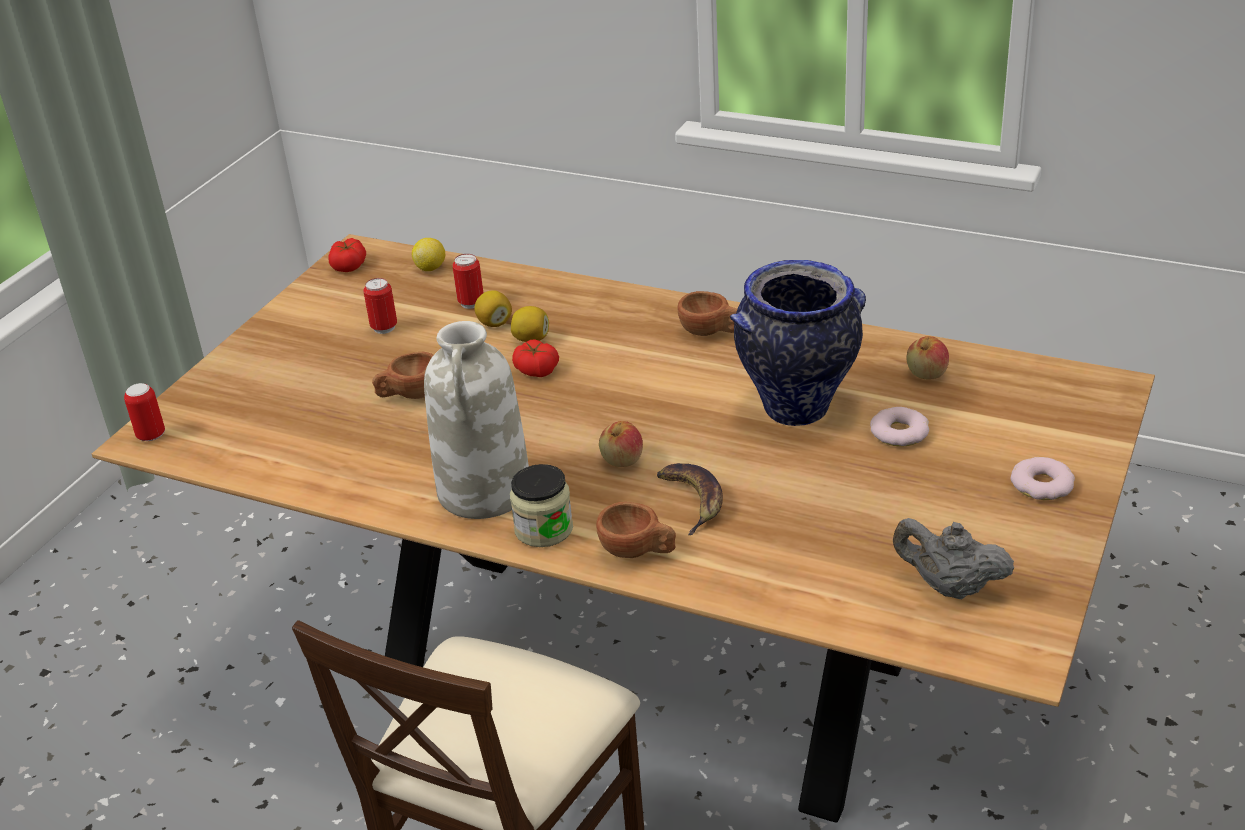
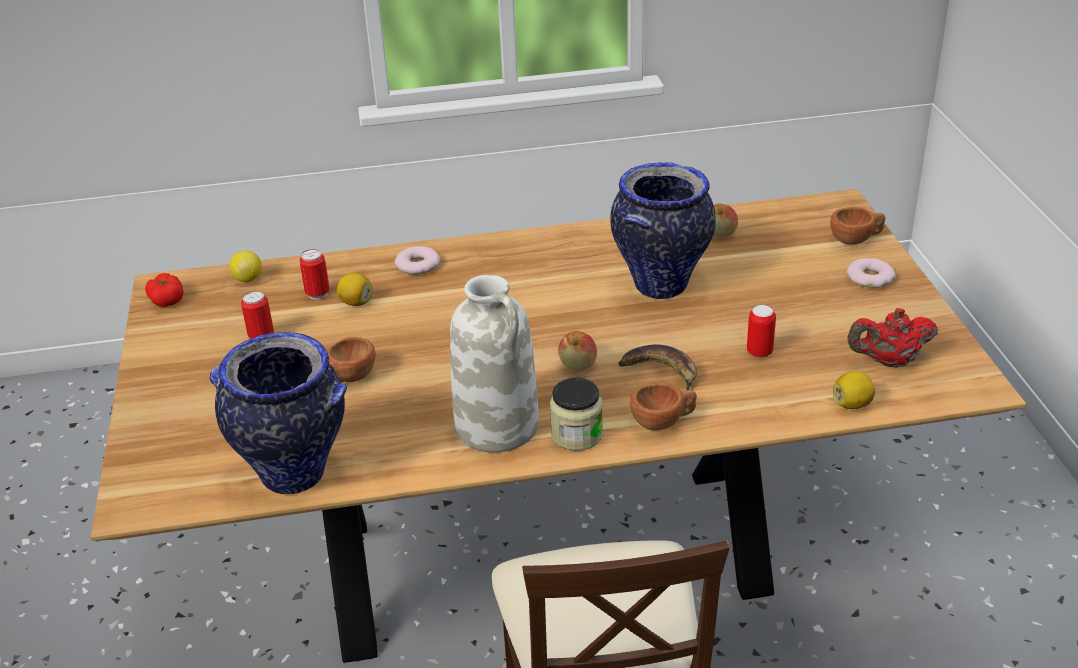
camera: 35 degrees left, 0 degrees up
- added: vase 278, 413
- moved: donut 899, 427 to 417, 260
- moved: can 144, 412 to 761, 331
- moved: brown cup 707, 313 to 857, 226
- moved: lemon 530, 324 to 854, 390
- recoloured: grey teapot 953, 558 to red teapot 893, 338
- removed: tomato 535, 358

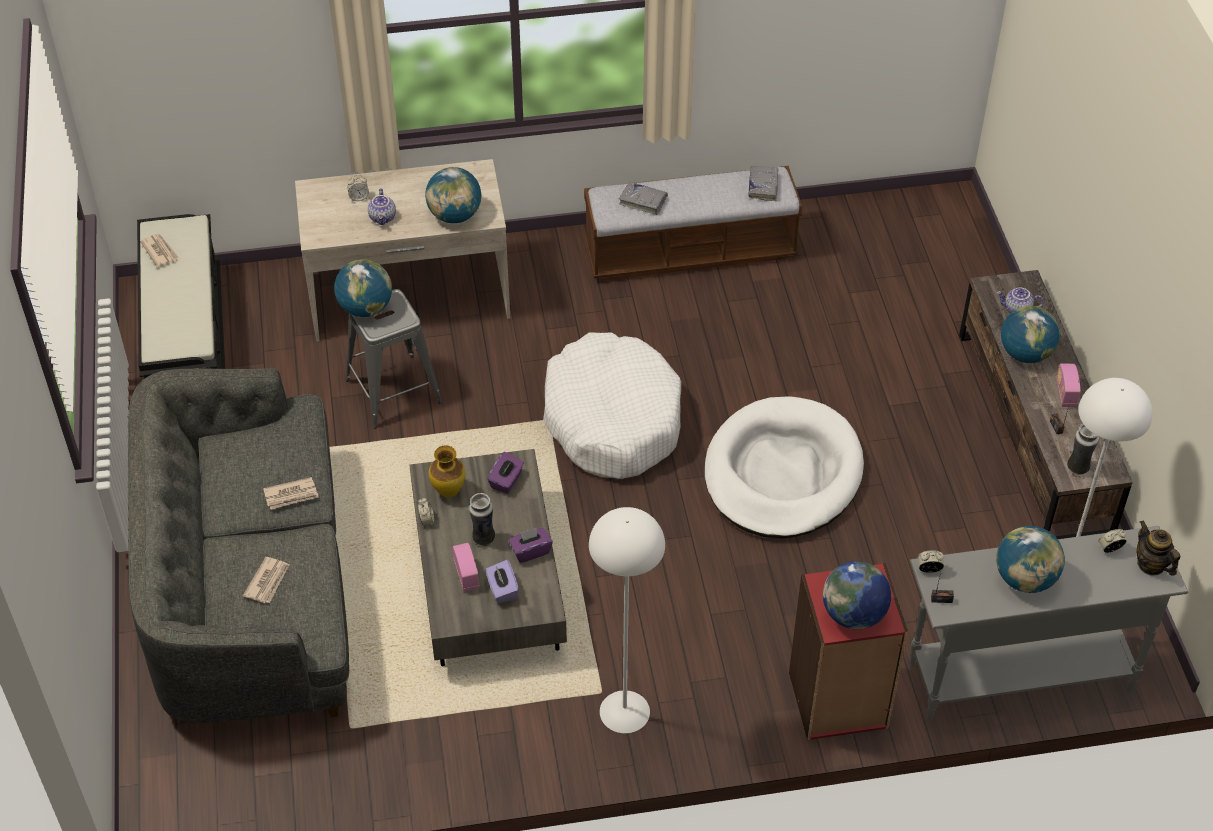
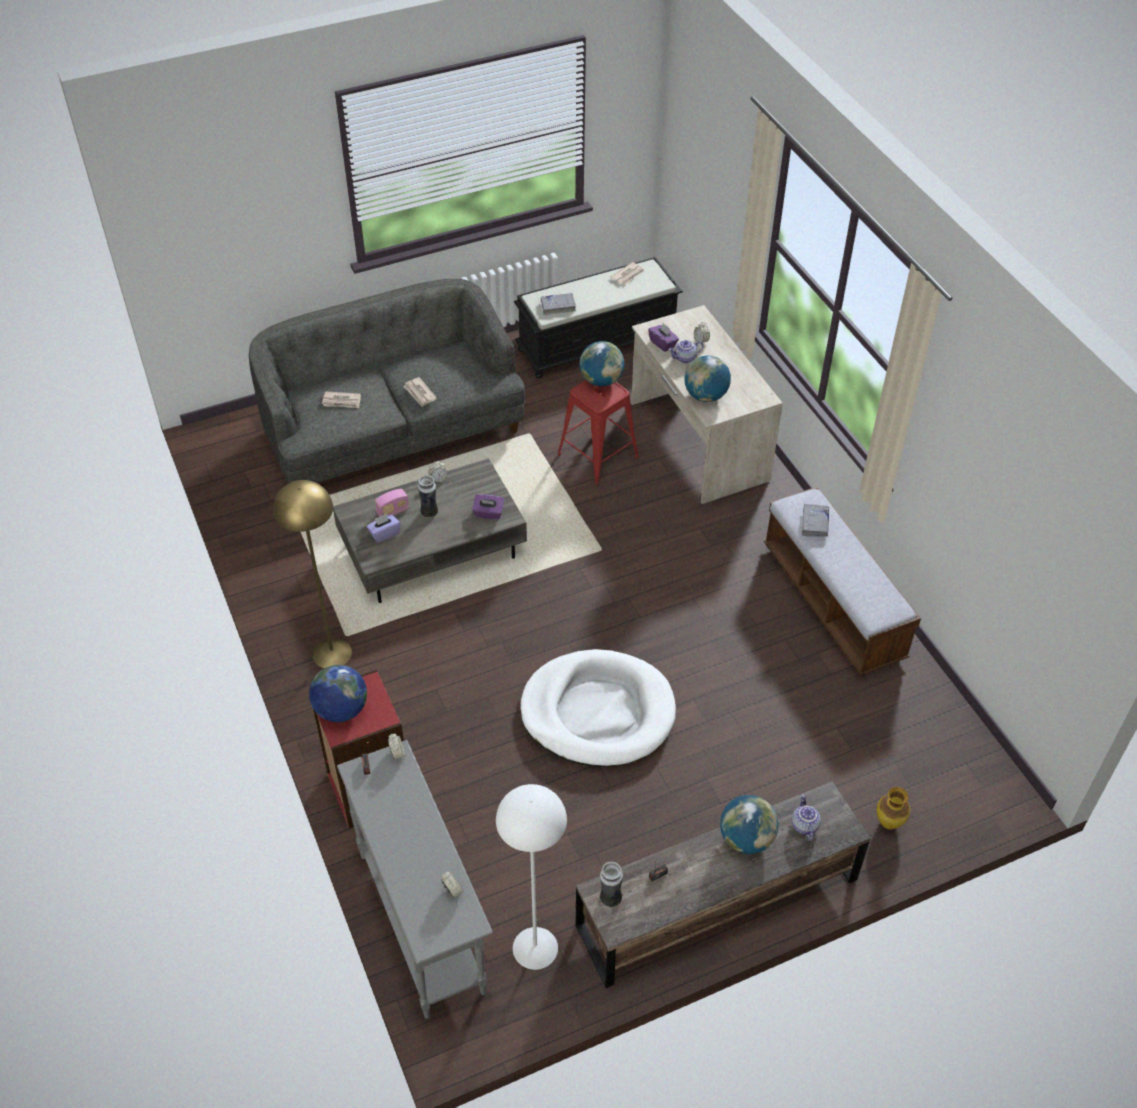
camera: 75 degrees right, 0 degrees up
- recoloured: white floor lamp 627, 620 to yellow floor lamp 312, 574
- moved: grey book 763, 183 to 558, 304
- recoloured: grey stool 394, 359 to red stool 598, 432
- moved: purple tissue box 530, 545 to 663, 337
- moved: vase 447, 471 to 893, 808
- removed: white dog bed 612, 405
- removed: globe 1030, 559
- removed: radio 1068, 385
- removed: teapot 1158, 548

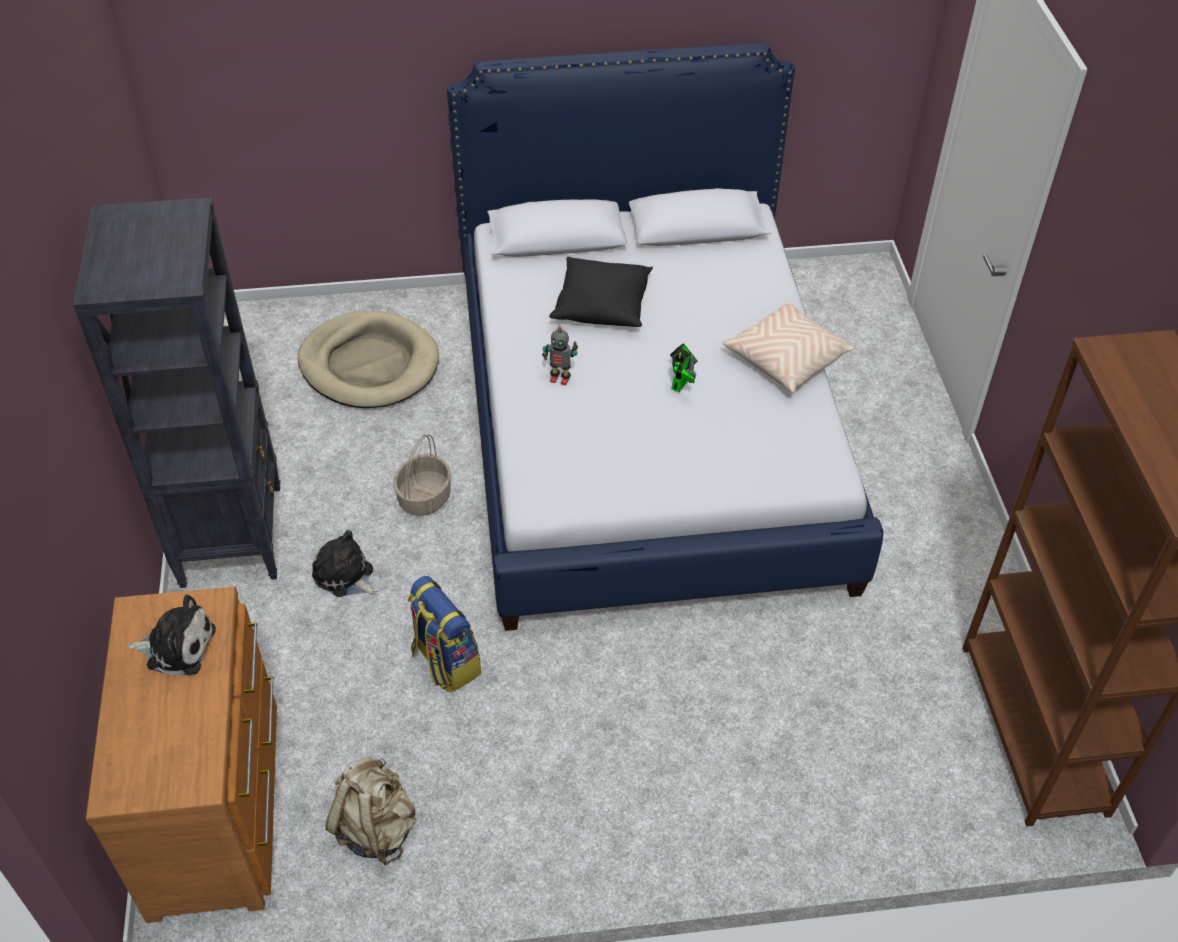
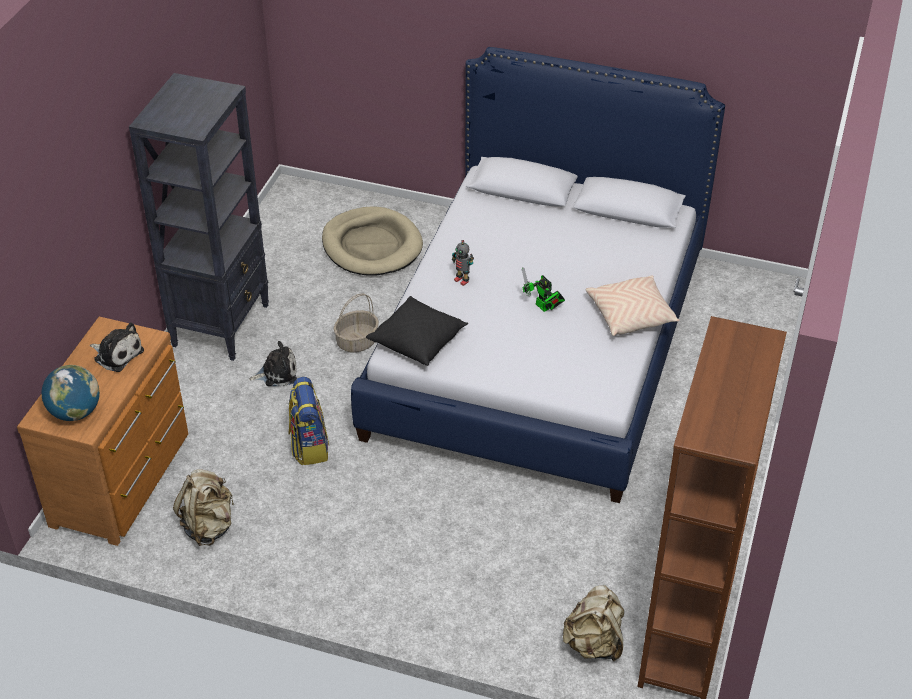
camera: 25 degrees right, 5 degrees down
- added: globe 70, 393
- turned: plush toy 345, 563 = 273, 363 105 degrees clockwise
- moved: black pillow 601, 292 to 417, 331
- turned: toy robot 683, 367 = 543, 289 90 degrees clockwise
- added: beige backpack 593, 623

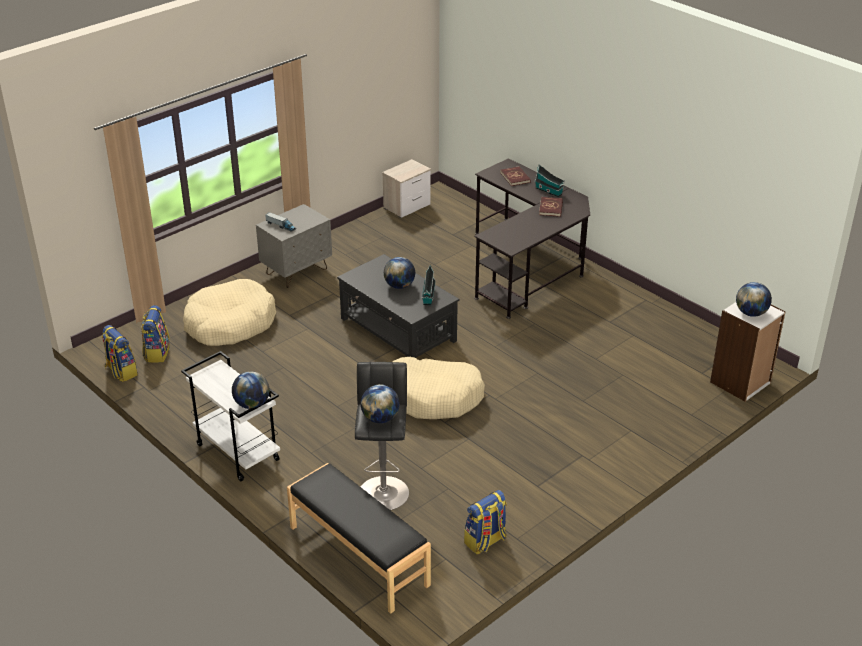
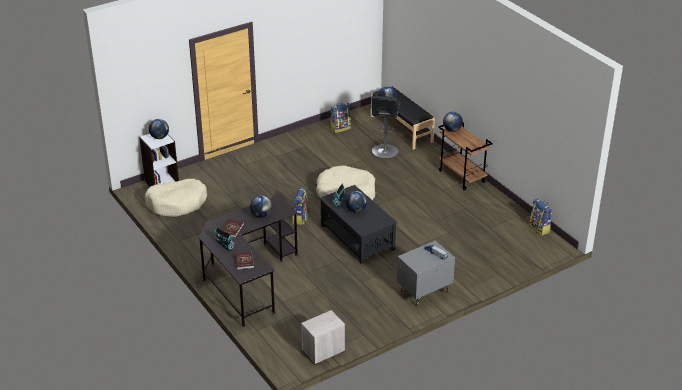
camera: 170 degrees left, 0 degrees up
- moved: beige dog bed 229, 312 to 176, 198
- added: globe 261, 206
- moved: backpack 155, 334 to 301, 206
- recoloured: white cart 230, 416 to brown cart 465, 156

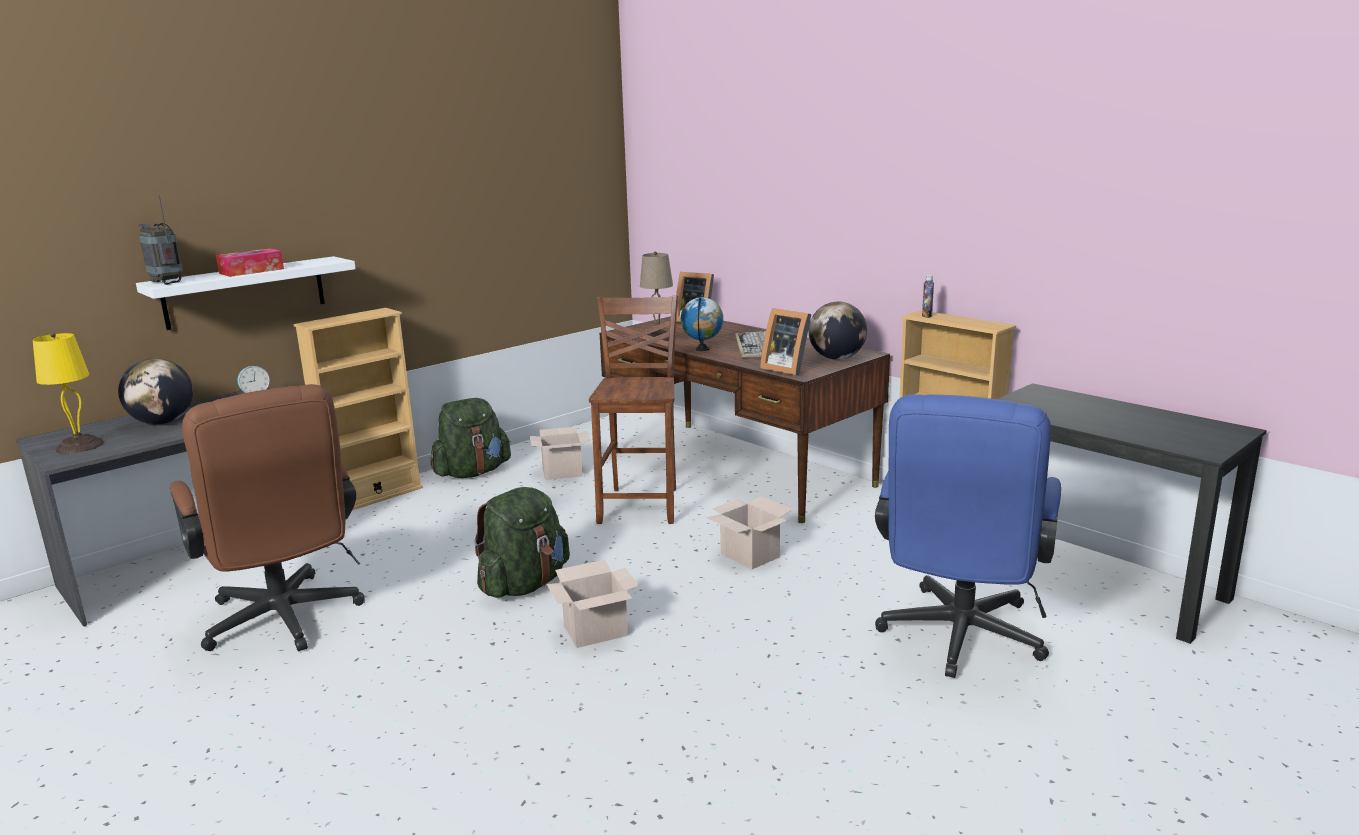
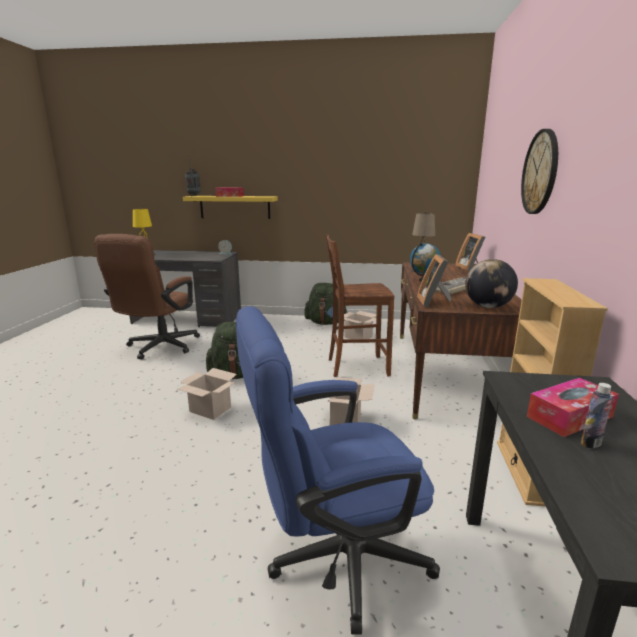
camera: 50 degrees right, 0 degrees up
- recoloured: white shelf 246, 293 to yellow shelf 230, 207
- turned: brown chair 633, 410 = 360, 305 150 degrees counterclockwise
- added: wall clock 539, 171
- added: tissue box 573, 407
- moved: bottle 928, 296 to 597, 415
- removed: globe 155, 391
- removed: beige bookcase 358, 409

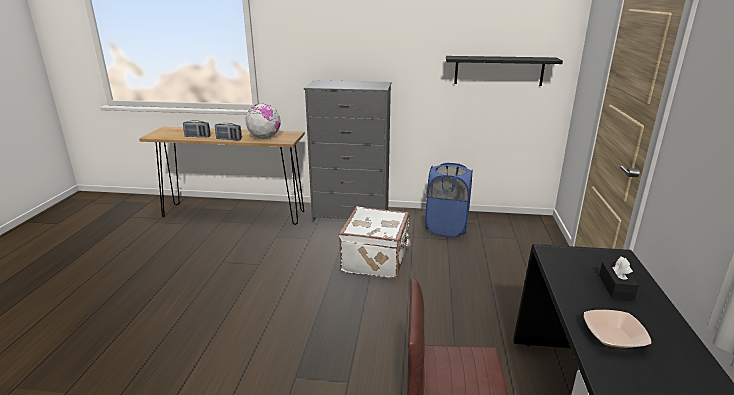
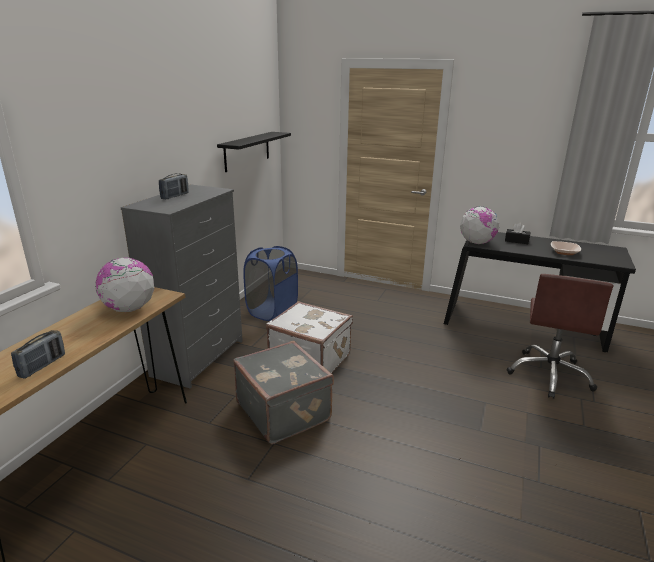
camera: 75 degrees left, 0 degrees up
- moved: radio 228, 131 to 174, 186
- added: grey suitcase 283, 392
- added: globe 479, 225

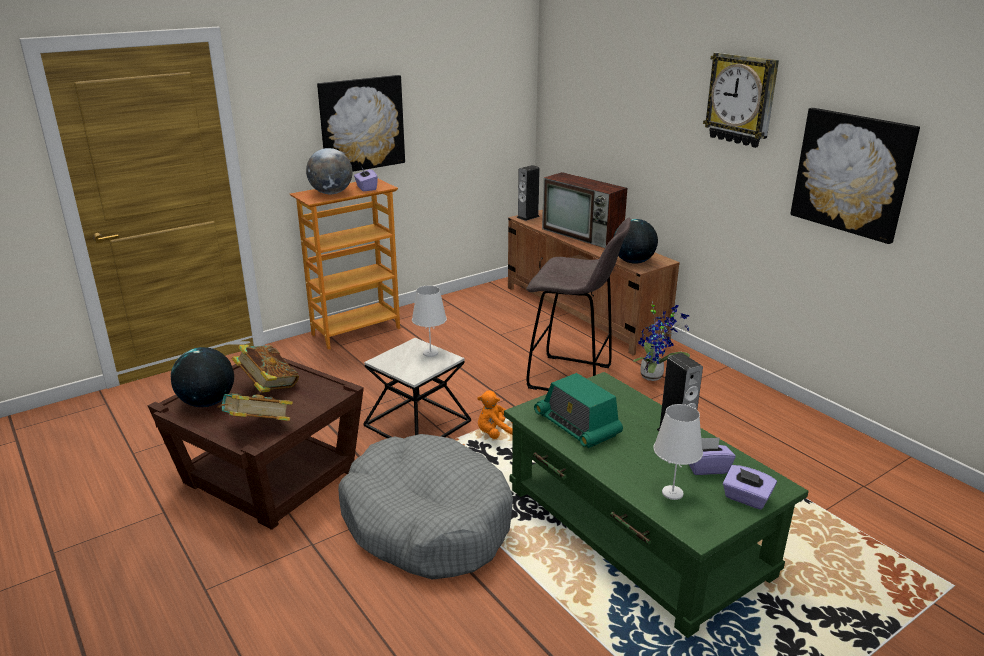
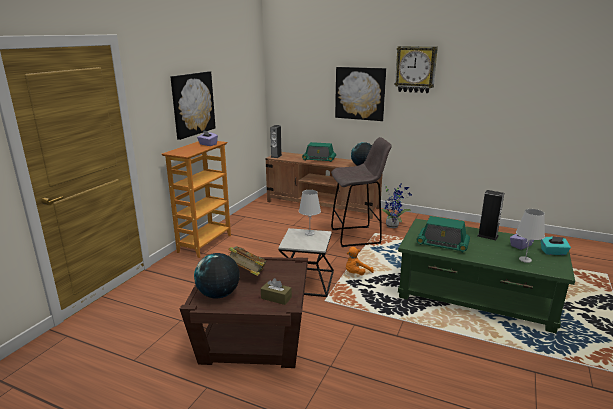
camera: 30 degrees left, 5 degrees down
- replaced: book 255, 407 to brown tissue box 276, 291
- replaced: television 584, 210 to radio 319, 152
- moved: picture 855, 176 to 360, 94
- recoloured: purple tissue box 750, 487 to turquoise tissue box 556, 246
- removed: globe 329, 171
- removed: grey dog bed 425, 507

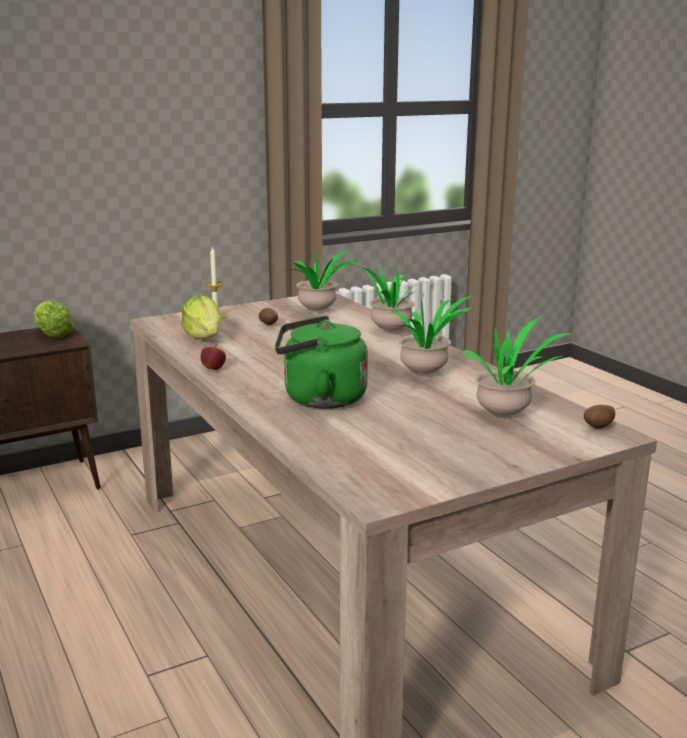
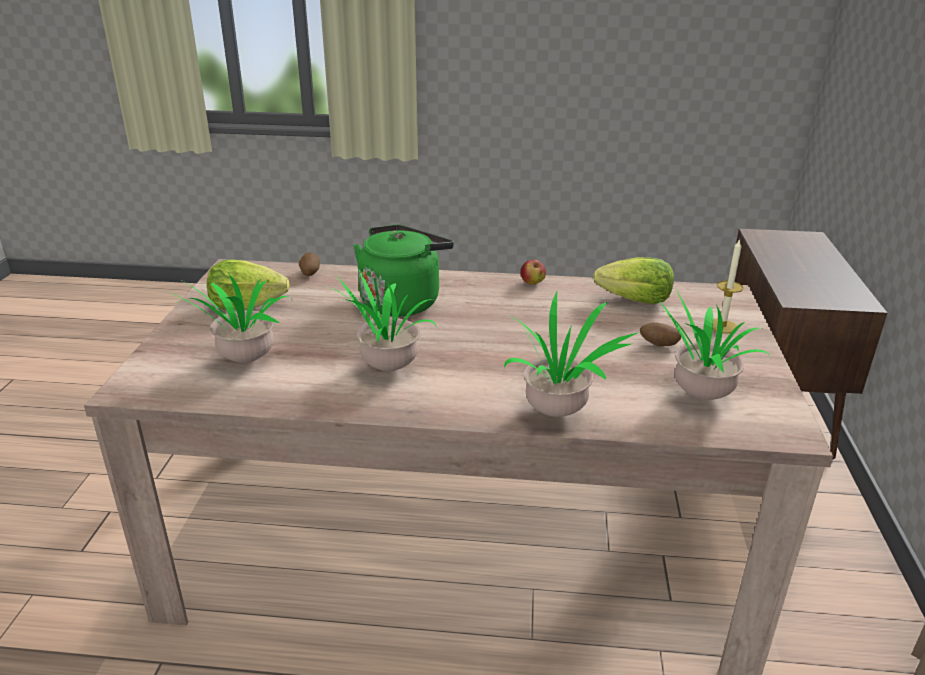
camera: 125 degrees right, 10 degrees up
- moved: lettuce 54, 319 to 248, 284
- moved: potato 599, 417 to 309, 264

